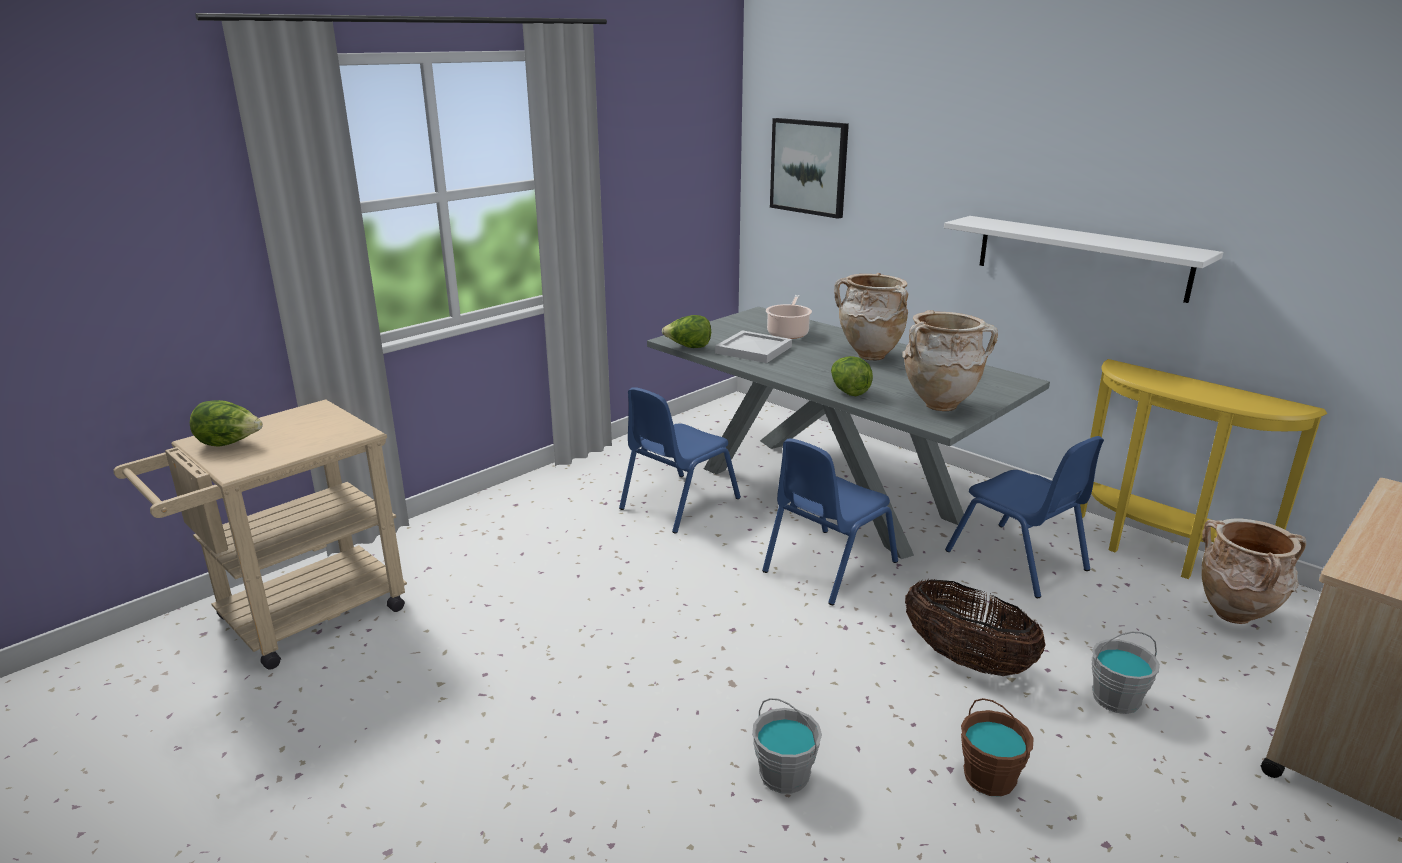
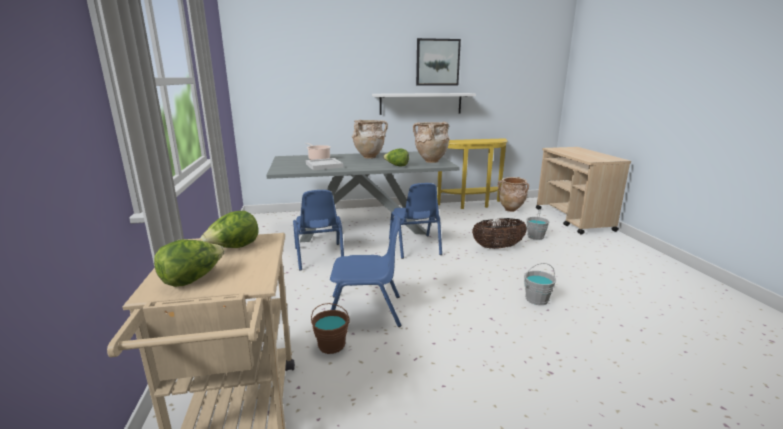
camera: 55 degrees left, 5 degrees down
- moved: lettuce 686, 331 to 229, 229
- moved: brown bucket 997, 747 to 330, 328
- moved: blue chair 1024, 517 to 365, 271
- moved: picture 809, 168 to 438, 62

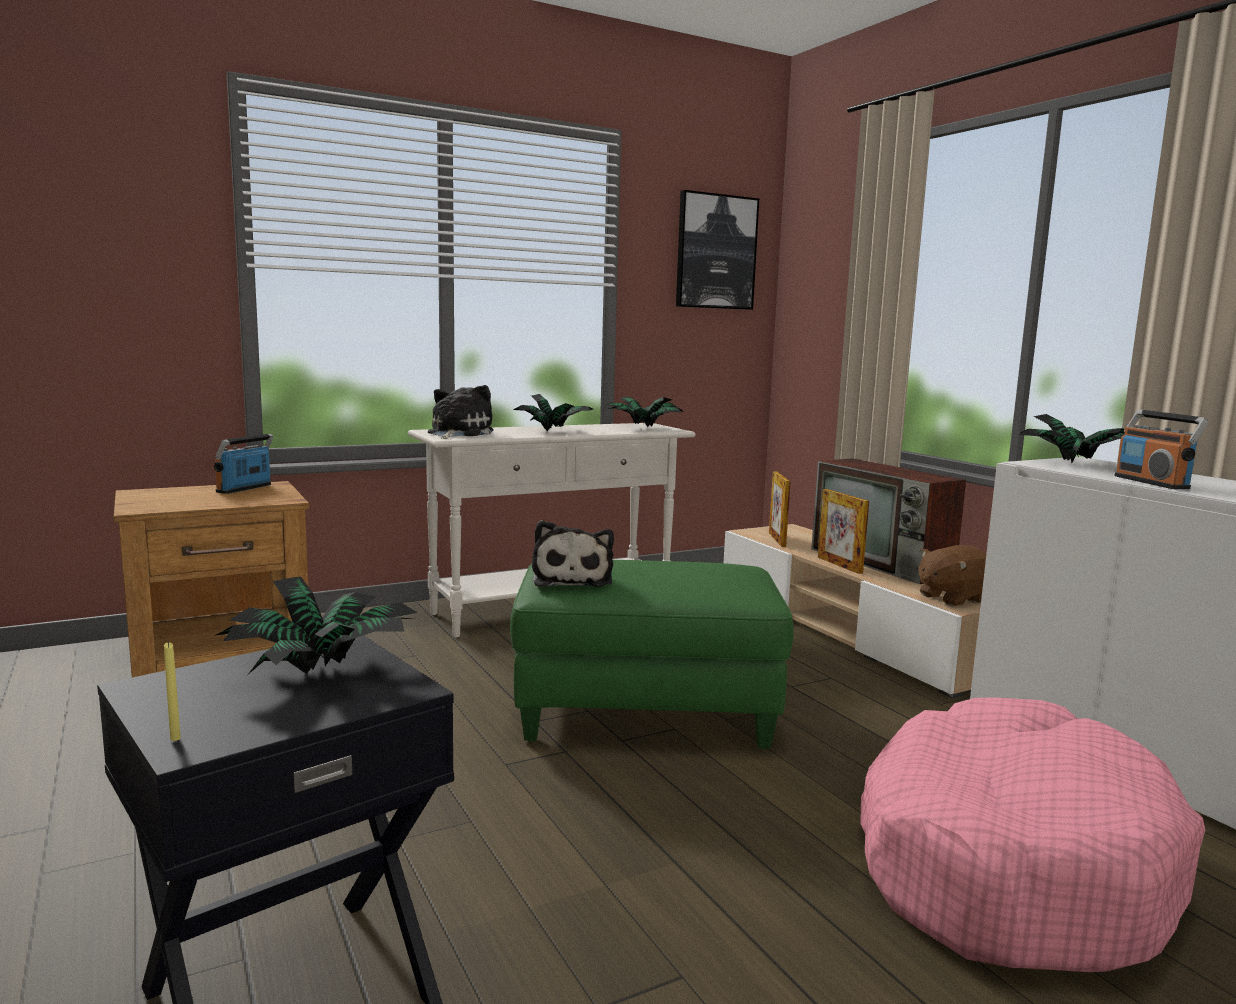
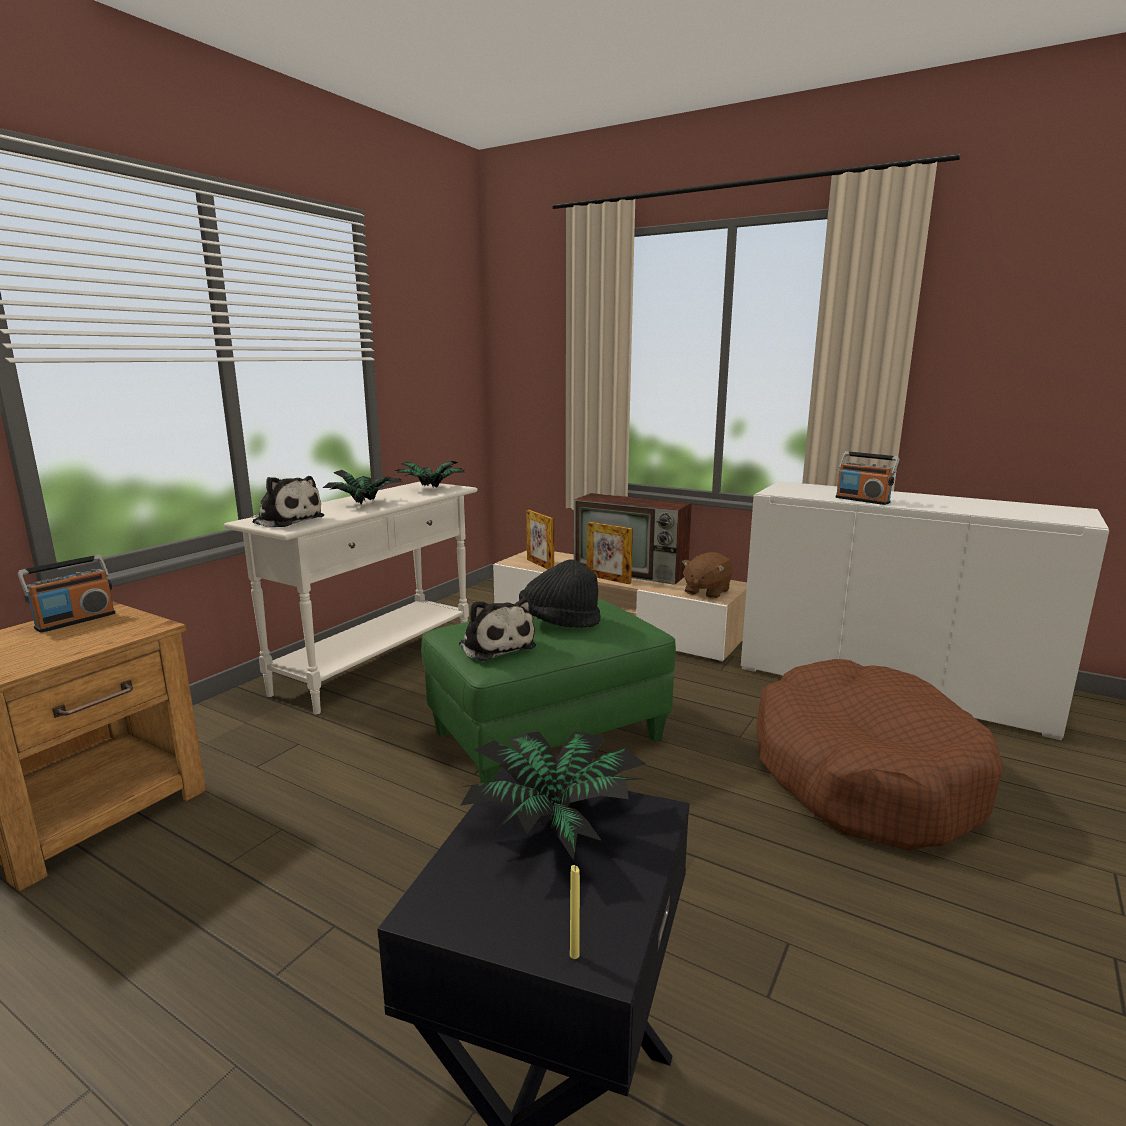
camera: 30 degrees left, 5 degrees up
- turned: radio 243, 464 = 66, 594 135 degrees counterclockwise
- turned: plush toy 460, 412 = 287, 502 135 degrees clockwise
- added: black hat 560, 593
- recoloured: pink dog bed 1032, 834 to brown dog bed 879, 755
- removed: picture 717, 250
- removed: potted plant 1072, 439

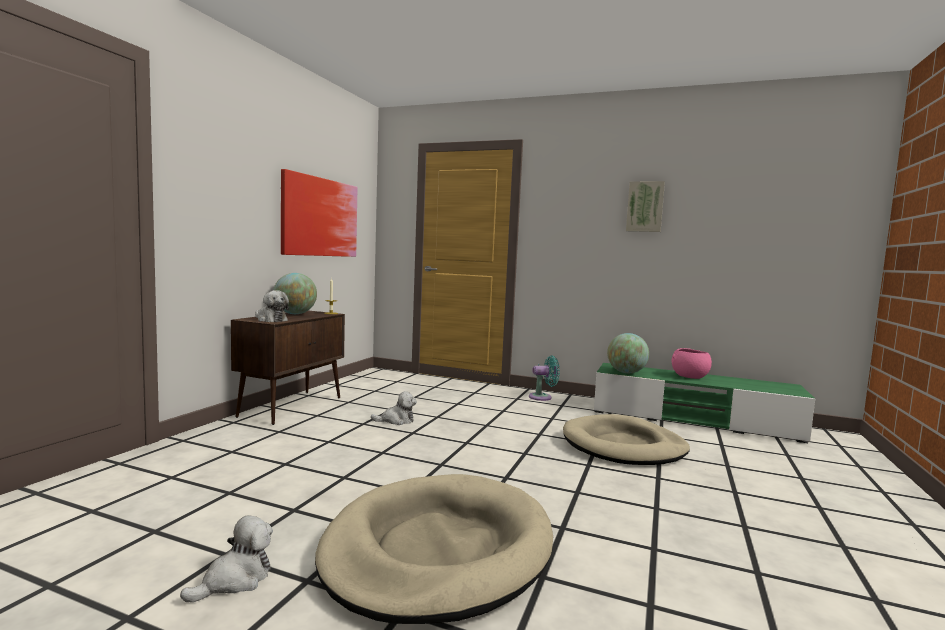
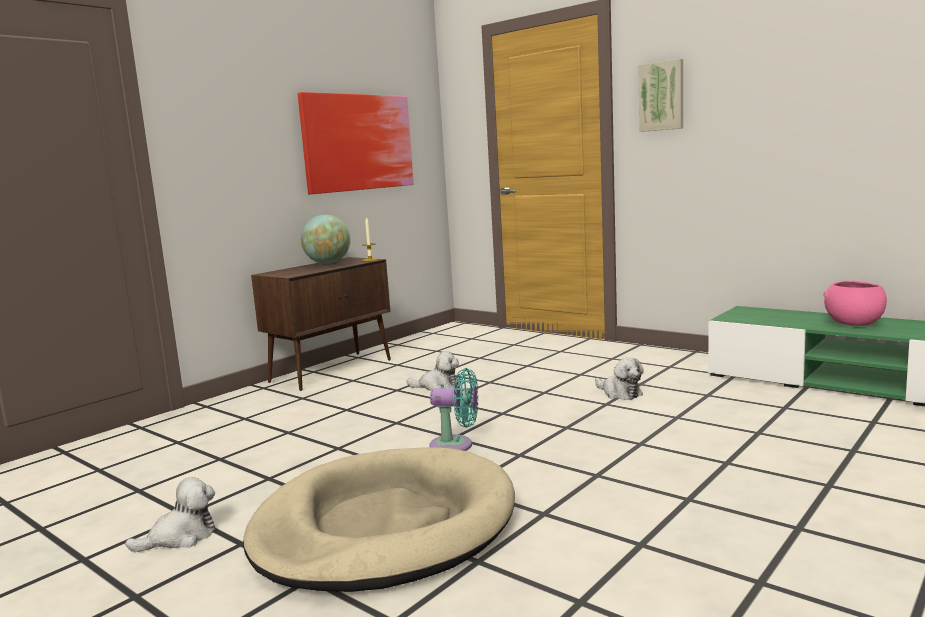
camera: 20 degrees right, 5 degrees up
- moved: turquoise fan 544, 378 to 453, 409
- moved: plush toy 272, 306 to 619, 378
- moved: picture 645, 206 to 660, 95
- removed: beige dog bed 626, 439
- removed: globe 628, 353

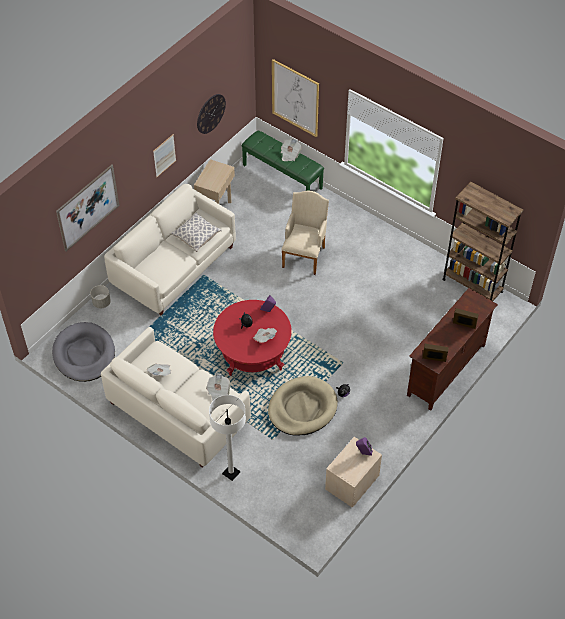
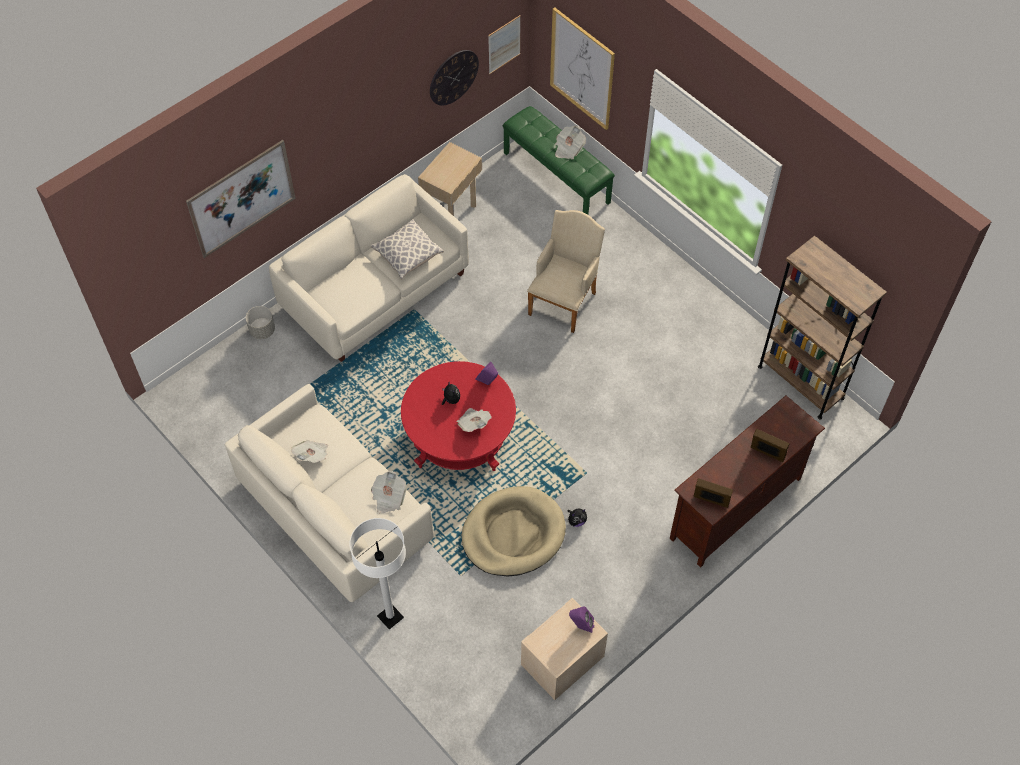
camera: 10 degrees right, 5 degrees up
- moved: picture 164, 155 to 504, 44
- removed: grey dog bed 83, 352

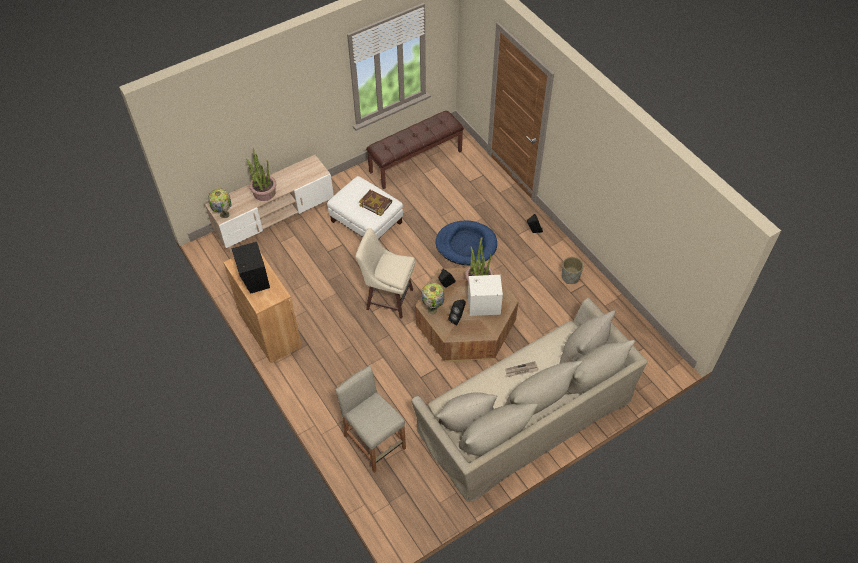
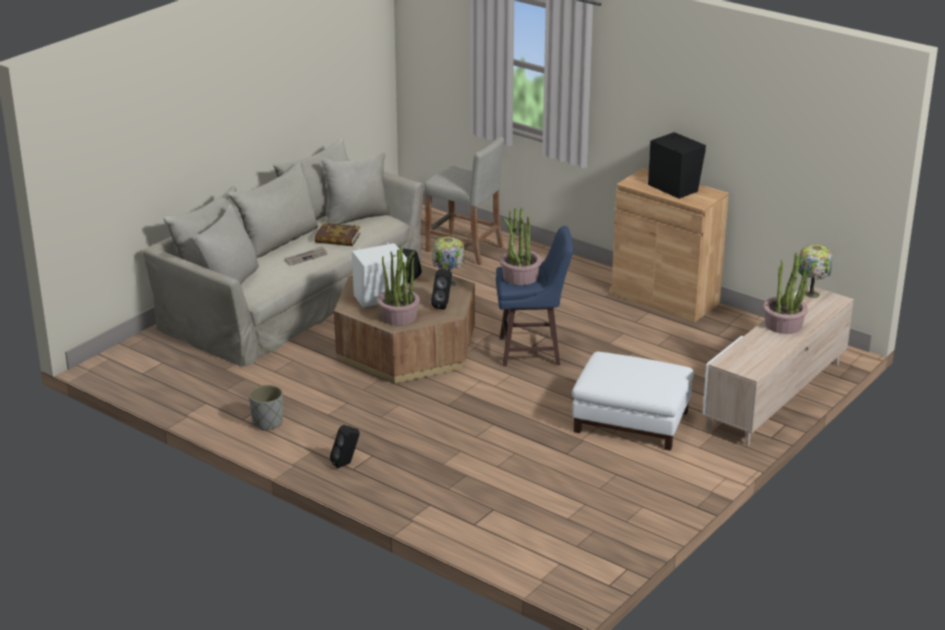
camera: 160 degrees right, 25 degrees down
- moved: book 375, 203 to 338, 234
- recoloured: beige stool 385, 273 to blue stool 534, 296
- added: potted plant 521, 246
- removed: brown bench 415, 150
- removed: blue dog bed 466, 242

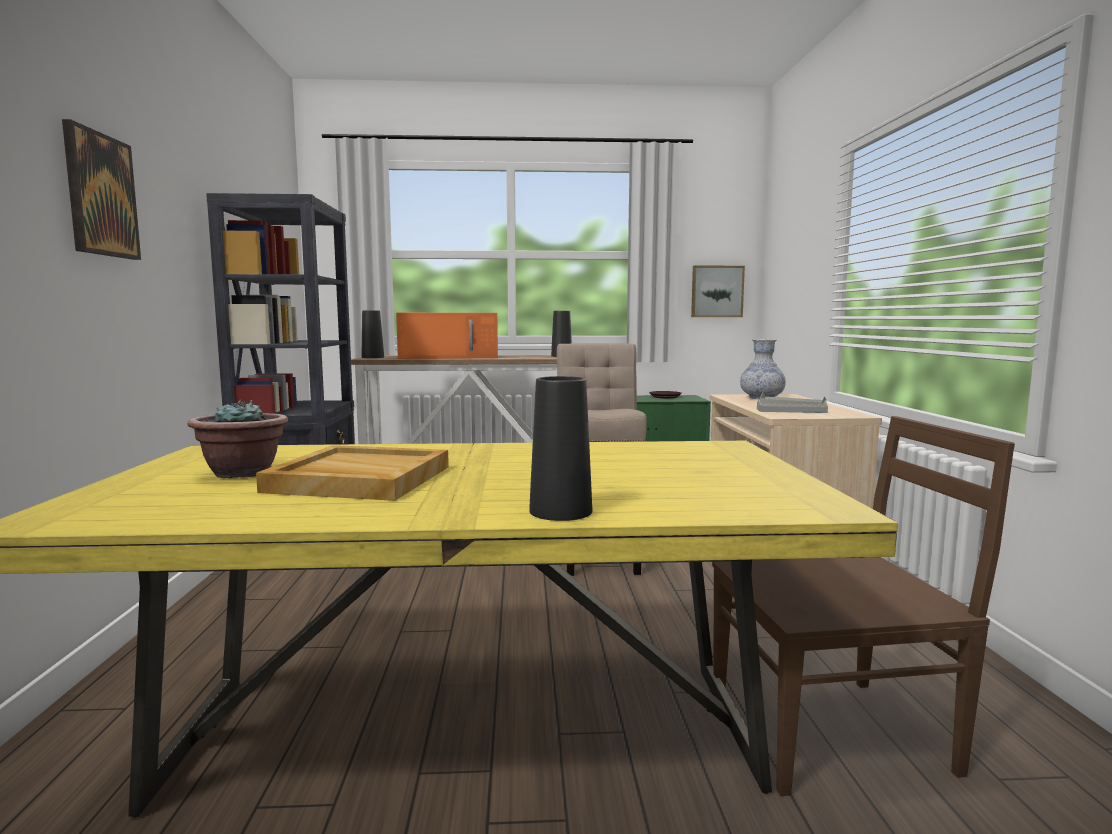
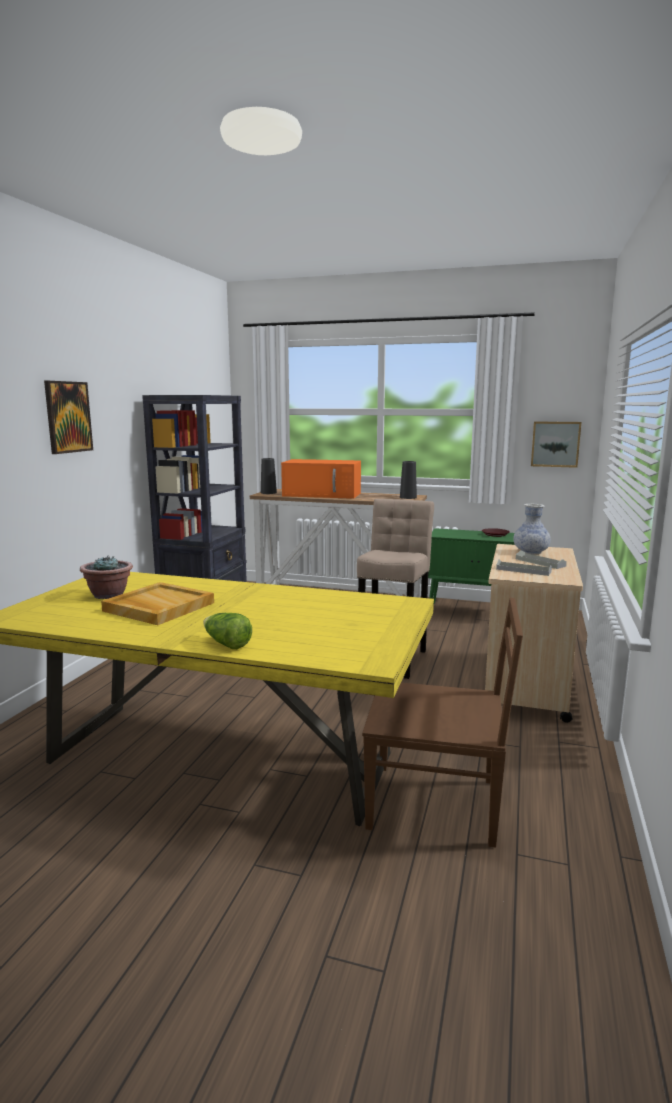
camera: 20 degrees right, 5 degrees up
- replaced: black vase 560, 448 to lettuce 227, 631

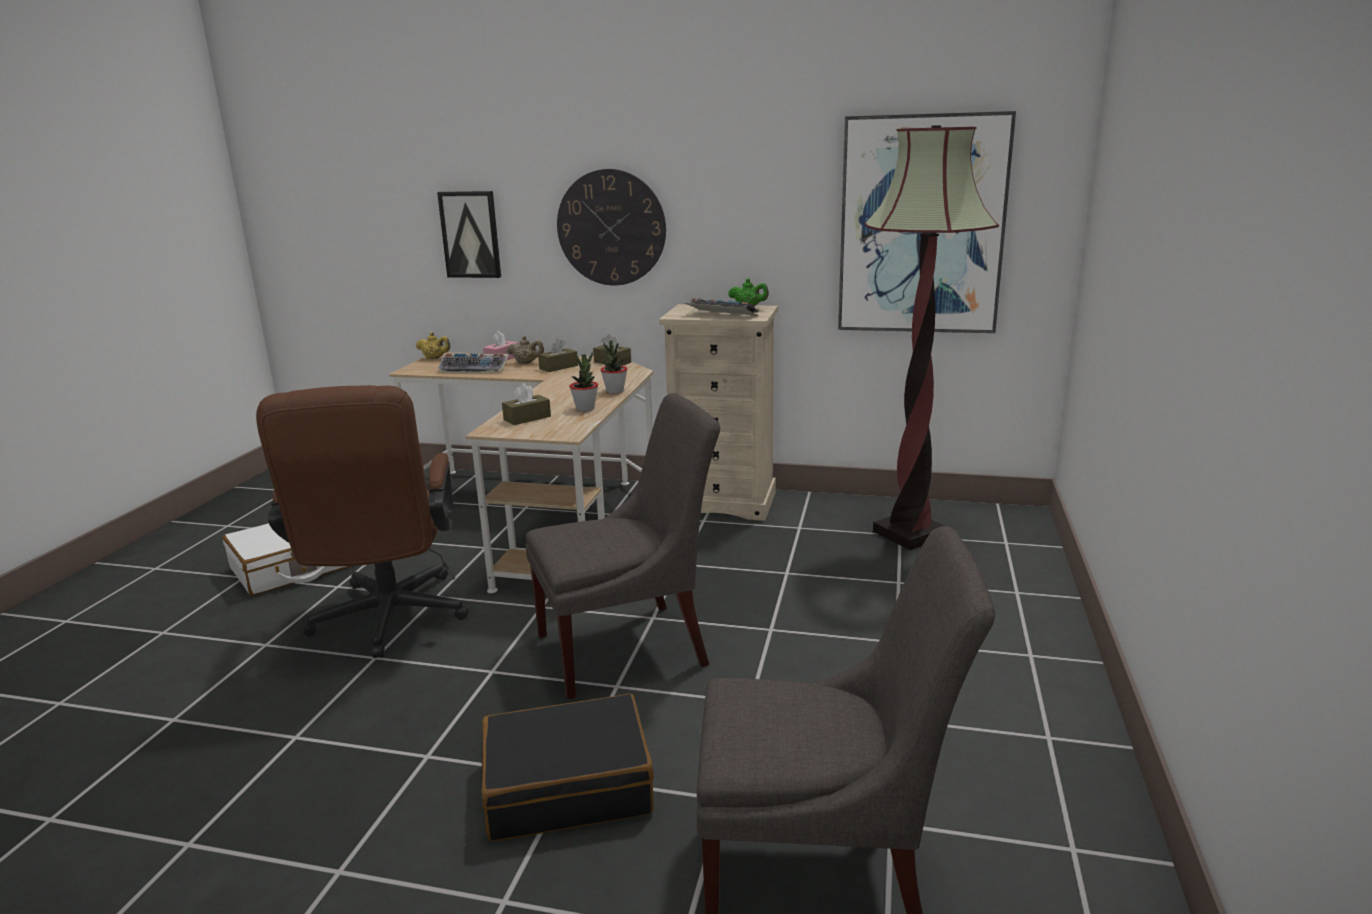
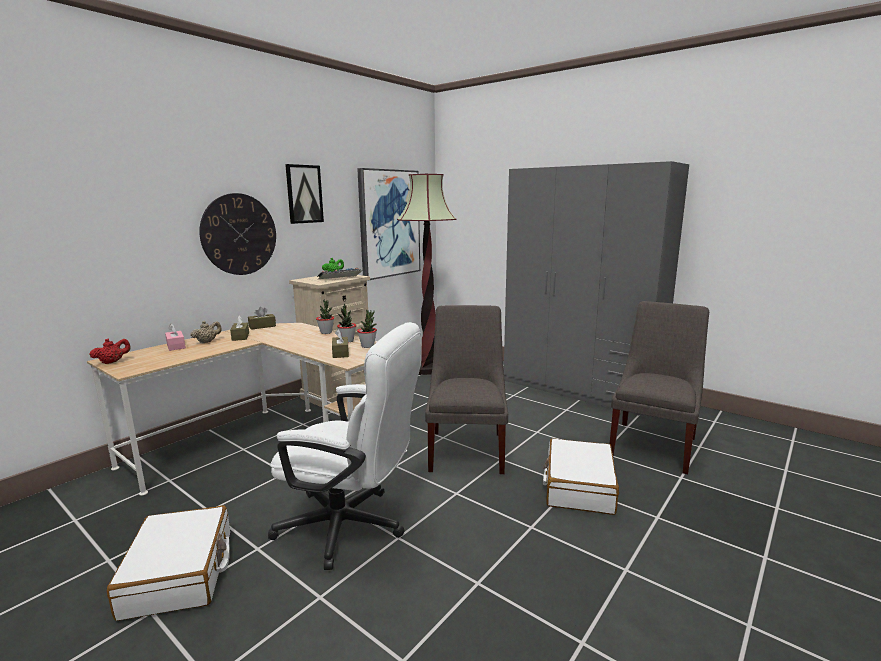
camera: 65 degrees left, 5 degrees down
- recoloured: yellow teapot 433, 345 to red teapot 110, 351
- recoloured: brown office chair 362, 521 to white office chair 345, 446
- moved: picture 469, 234 to 304, 194
- added: potted plant 367, 328
- added: grey wardrobe 596, 289
- recoloured: black suitcase 568, 768 to white suitcase 581, 476
- removed: keyboard 473, 363

